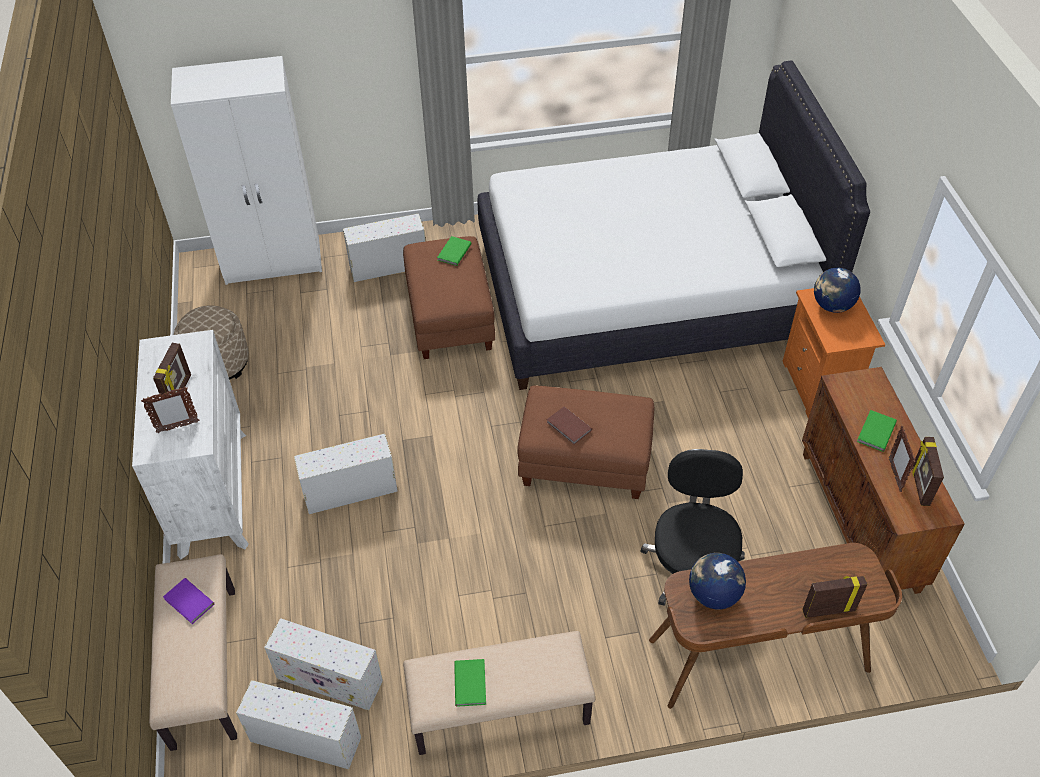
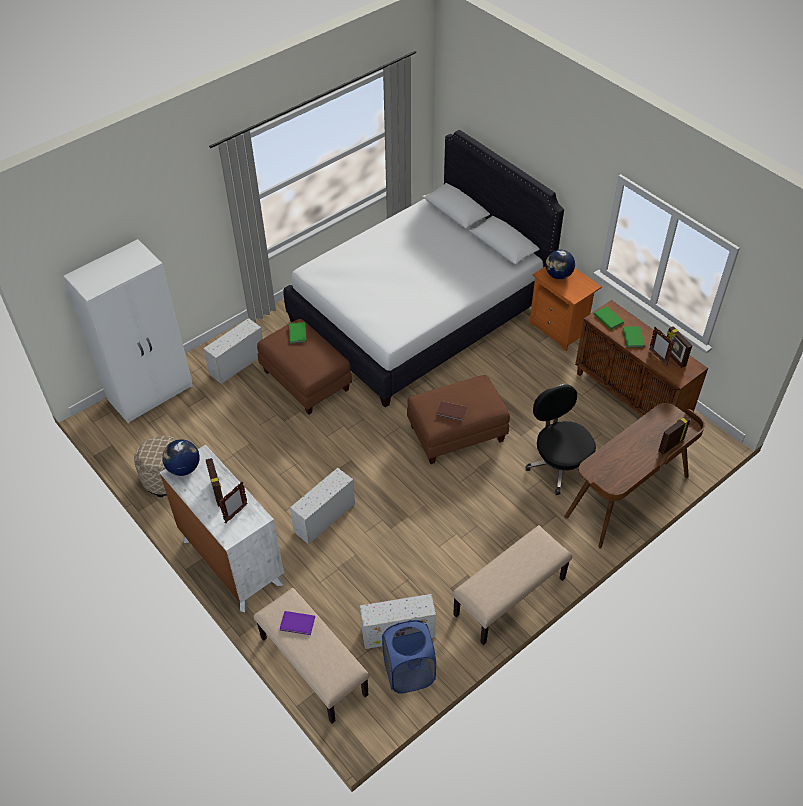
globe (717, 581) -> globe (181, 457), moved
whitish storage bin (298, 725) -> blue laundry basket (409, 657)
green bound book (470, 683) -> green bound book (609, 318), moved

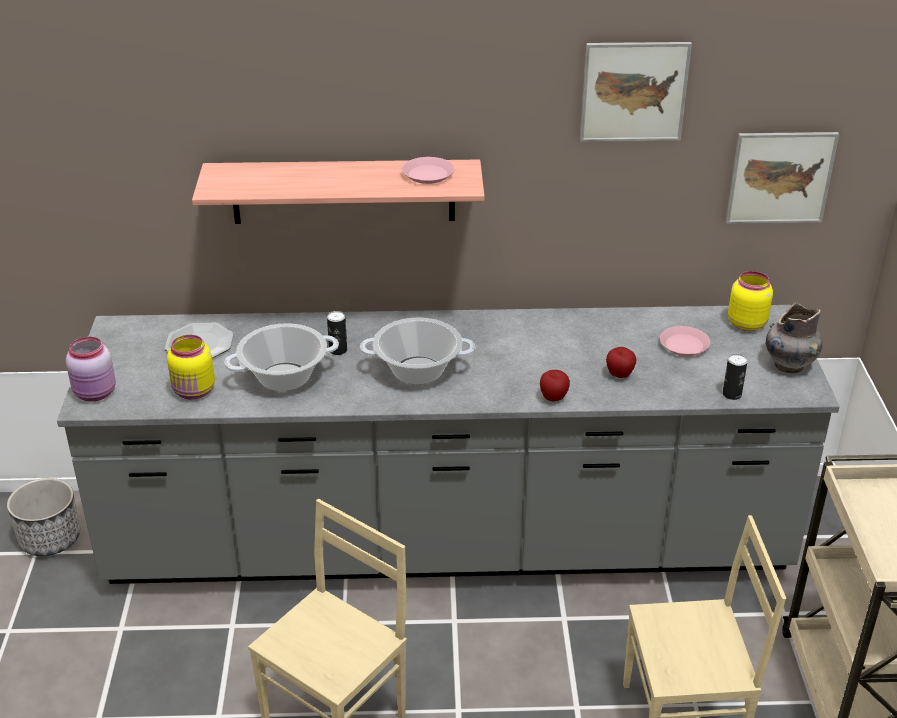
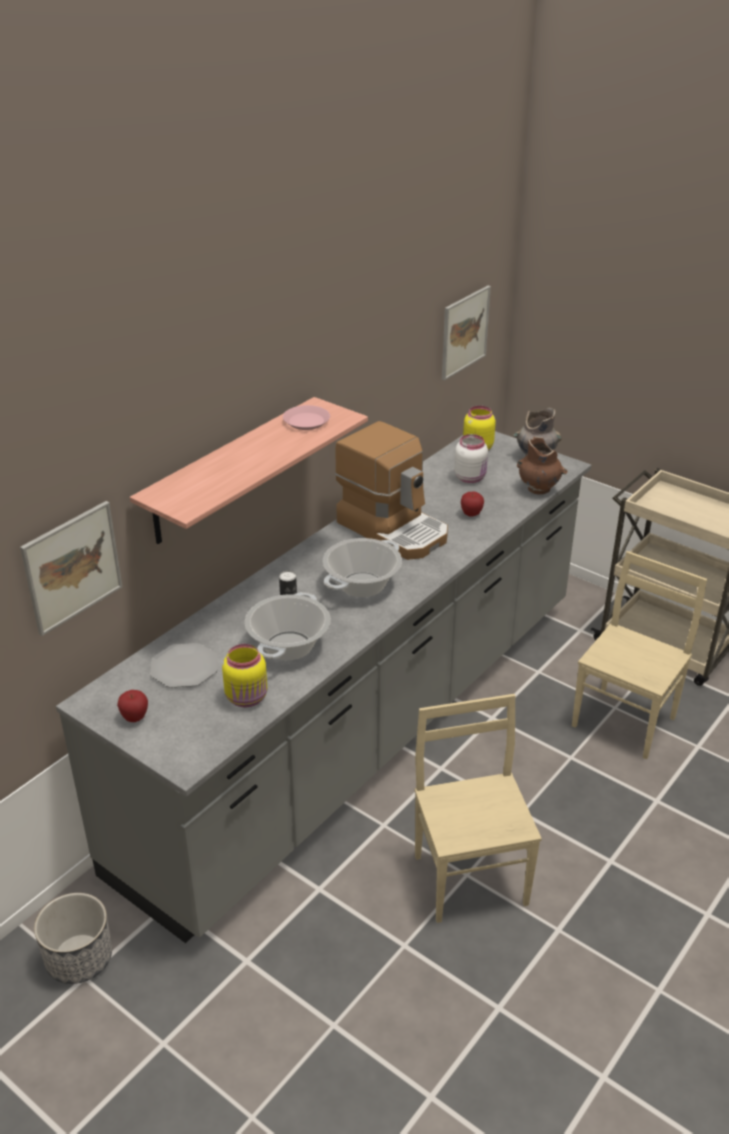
picture (636, 92) -> picture (71, 568), moved
apple (555, 385) -> apple (132, 706), moved
none -> coffee machine (391, 490)
pink-coloured flat dish (685, 341) -> whitish preserve jar (471, 458)
metal can (735, 377) -> brown vase (542, 465)
pink-coloured preserve jar (91, 369) -> none

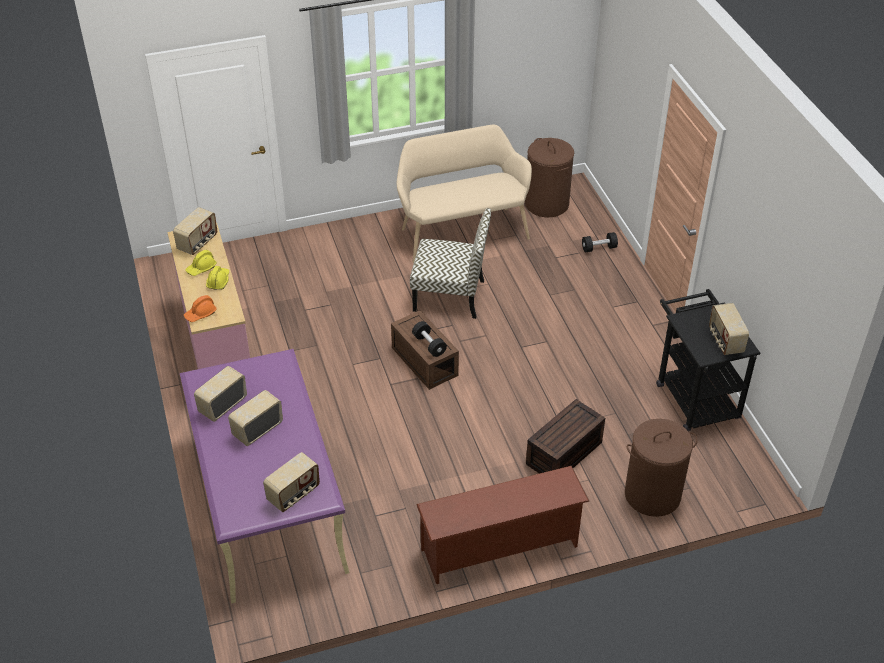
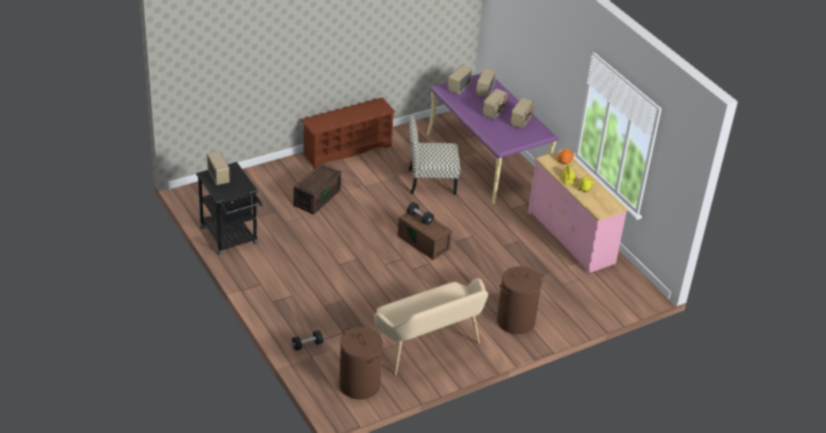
upright chair (450, 263) -> upright chair (434, 155), moved
radio set (195, 231) -> radio set (486, 83), moved
brown laundry basket (661, 468) -> brown laundry basket (520, 300), moved

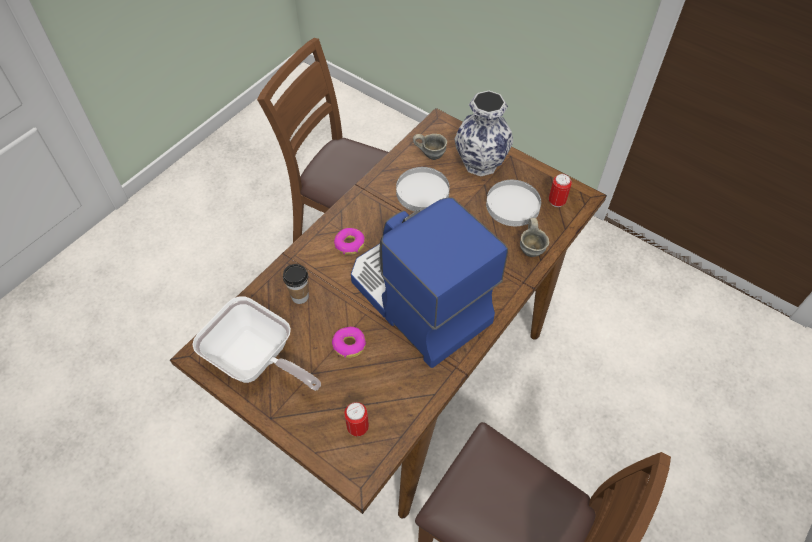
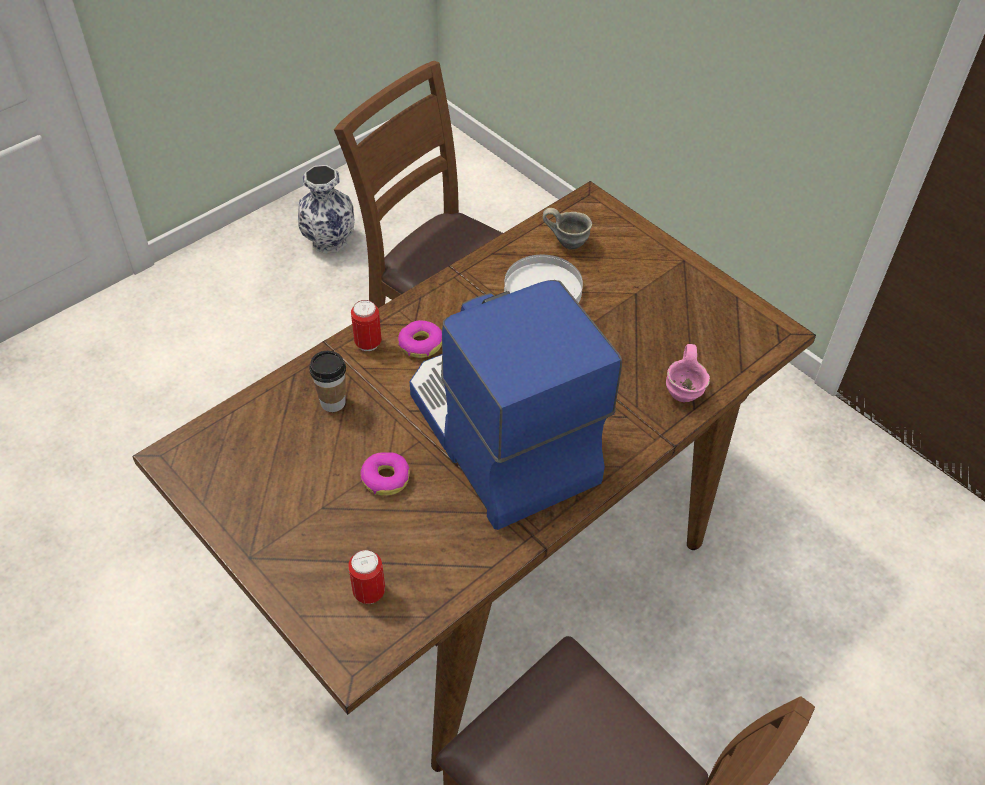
vase (483, 134) -> vase (326, 209), moved
metal can (560, 190) -> metal can (366, 325), moved
greyish tea mug (534, 237) -> pink-coloured tea mug (688, 373)
pan (256, 343) -> none
whitish flat dish (513, 203) -> none

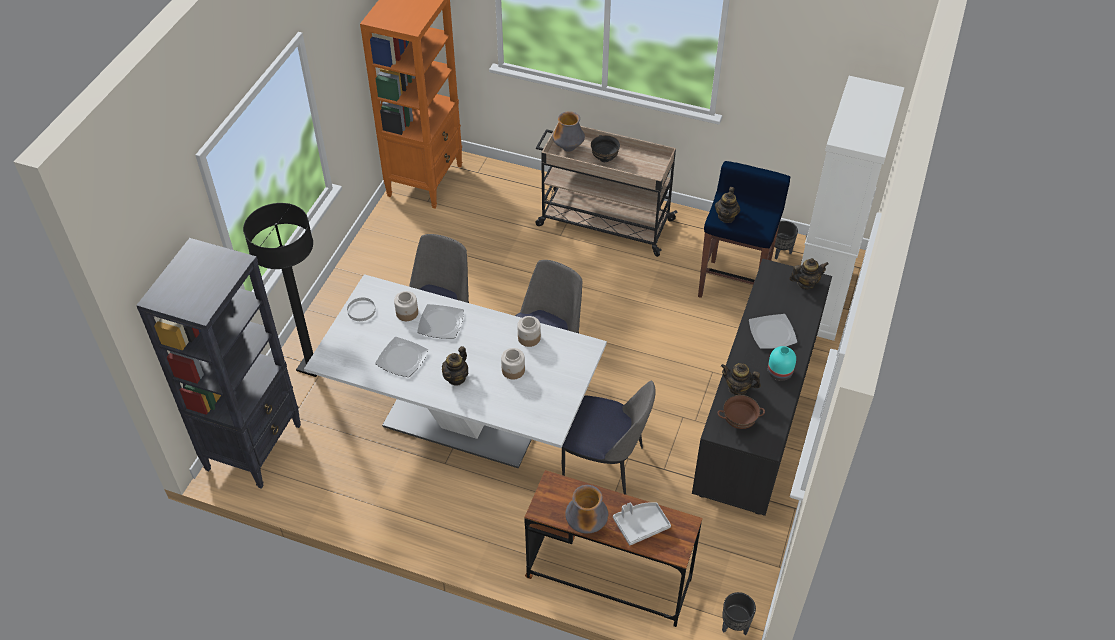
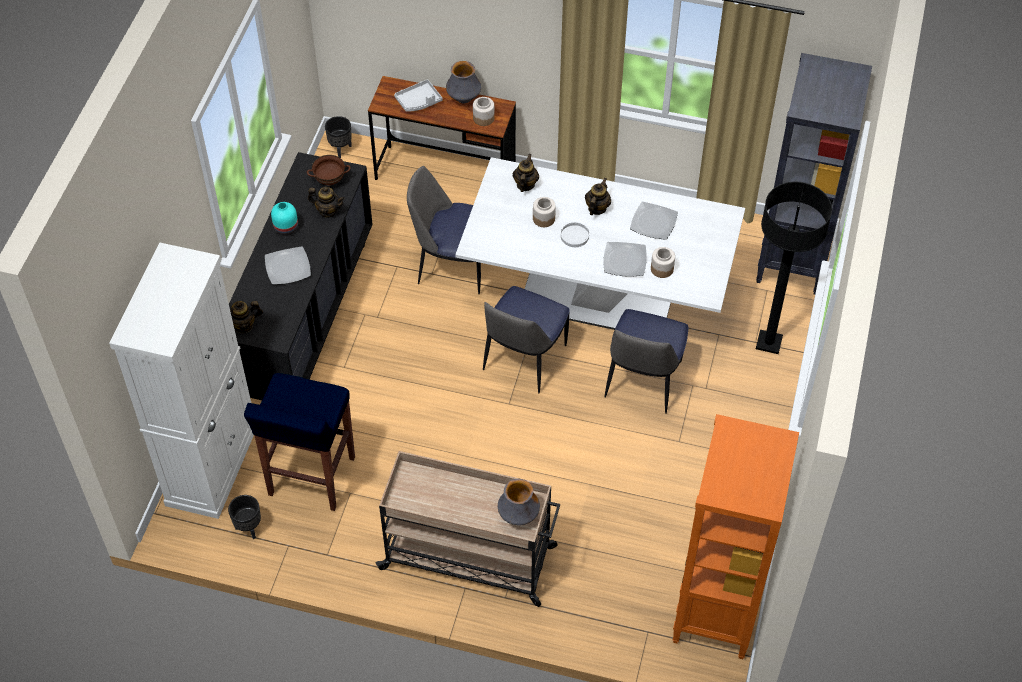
preserve jar (529, 331) -> preserve jar (484, 111), moved
tea pot (727, 205) -> tea pot (526, 173), moved
whitish flat dish (361, 309) -> whitish flat dish (575, 235), moved
black-coloured serving bowl (605, 148) -> none

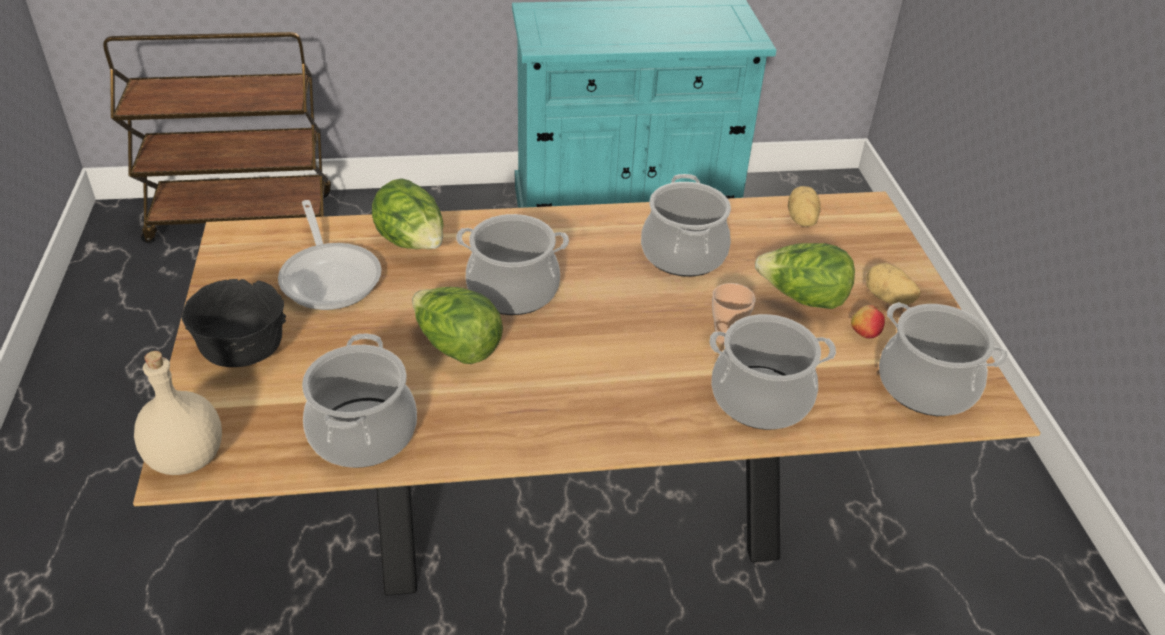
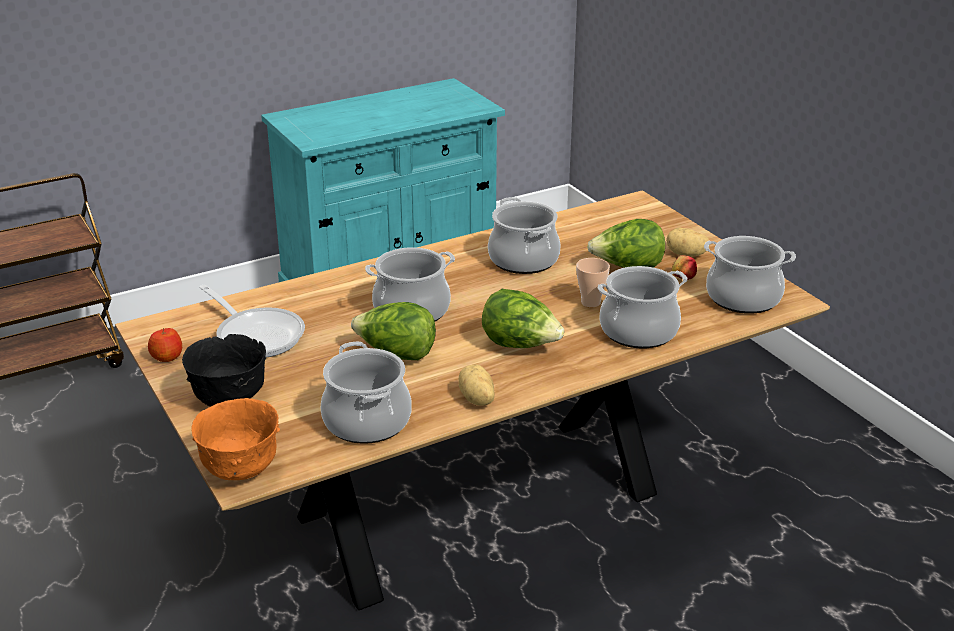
none -> apple (165, 345)
sand-coloured drink bottle (178, 413) -> orange serving bowl (235, 439)
whole potato (804, 206) -> whole potato (477, 385), moved
head of lettuce (408, 213) -> head of lettuce (523, 318), moved

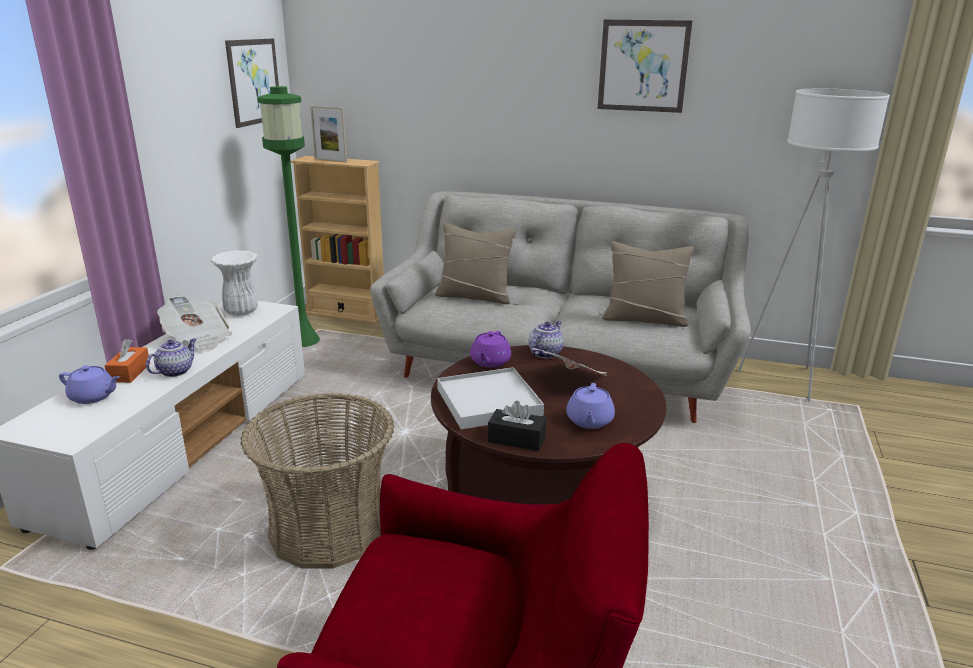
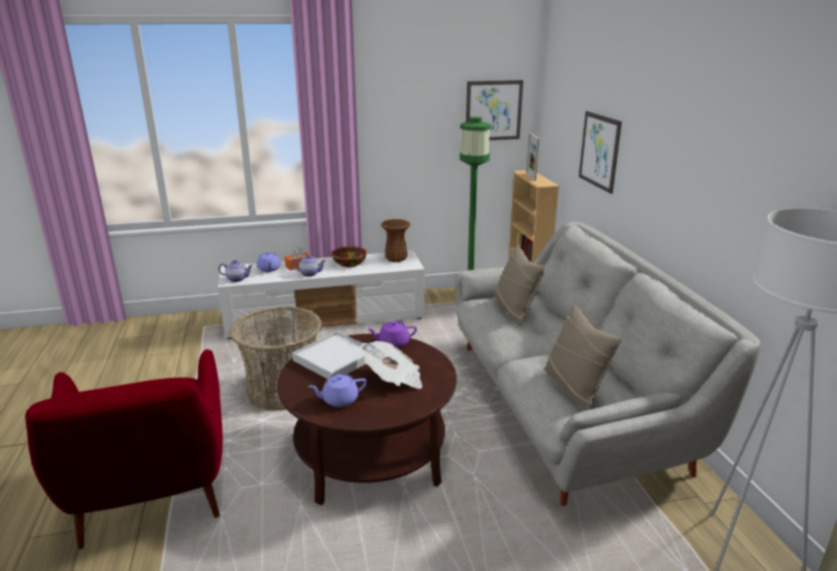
tea pot (546, 340) -> tea pot (236, 271), moved
daily paper (195, 323) -> serving bowl (349, 256)
whitish vase (234, 283) -> brown vase (395, 240)
picture (645, 66) -> picture (600, 152), moved
black-coloured tissue holder (517, 426) -> none

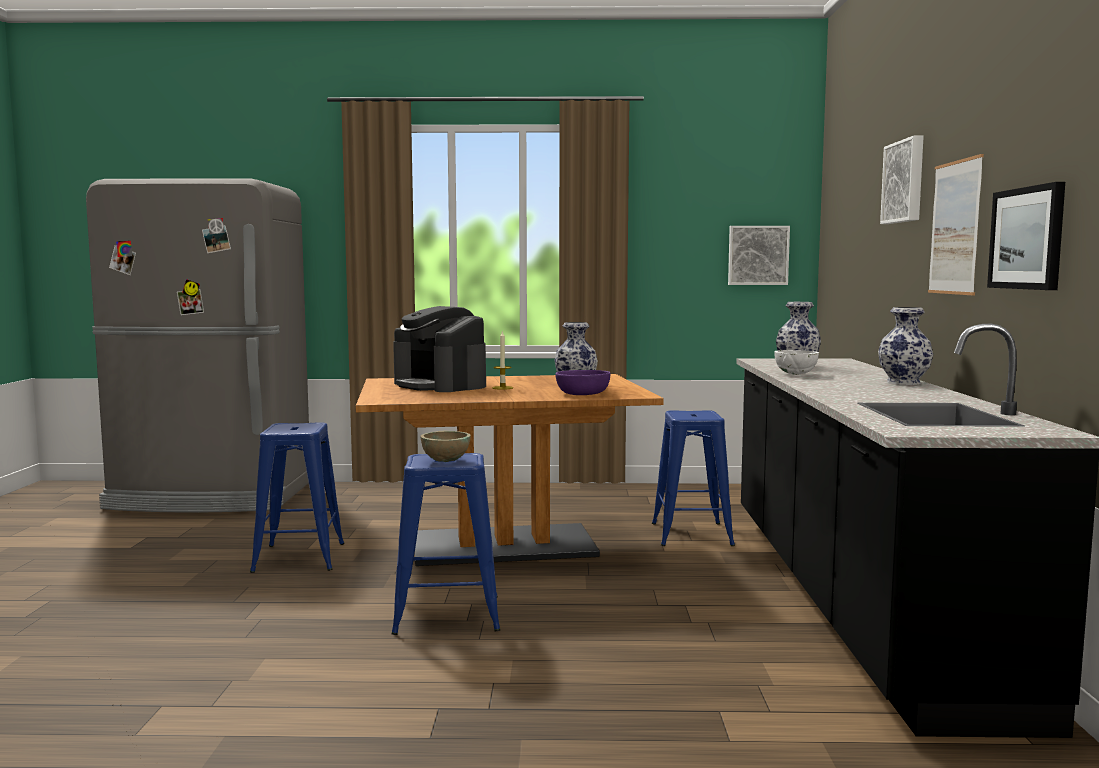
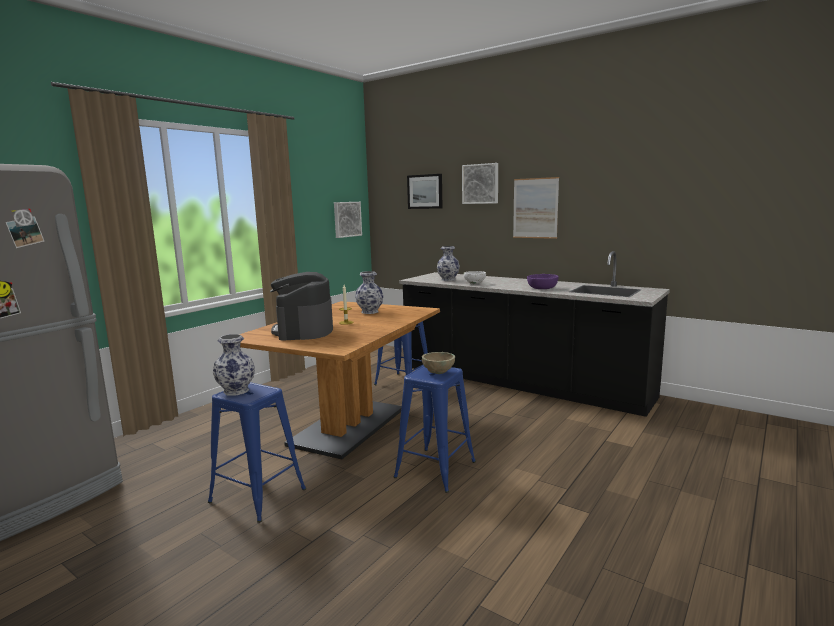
vase (905, 346) -> vase (234, 364), moved
coffee machine (439, 349) -> coffee machine (301, 306), 90 degrees clockwise
picture (1026, 236) -> picture (424, 191), moved
purple serving bowl (583, 382) -> purple serving bowl (543, 281), moved

